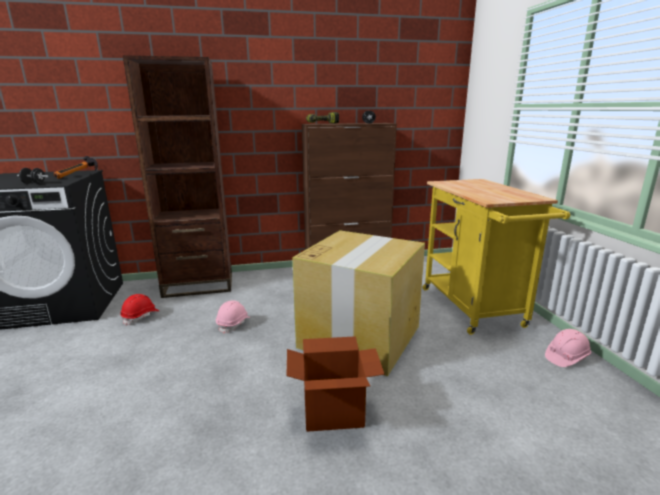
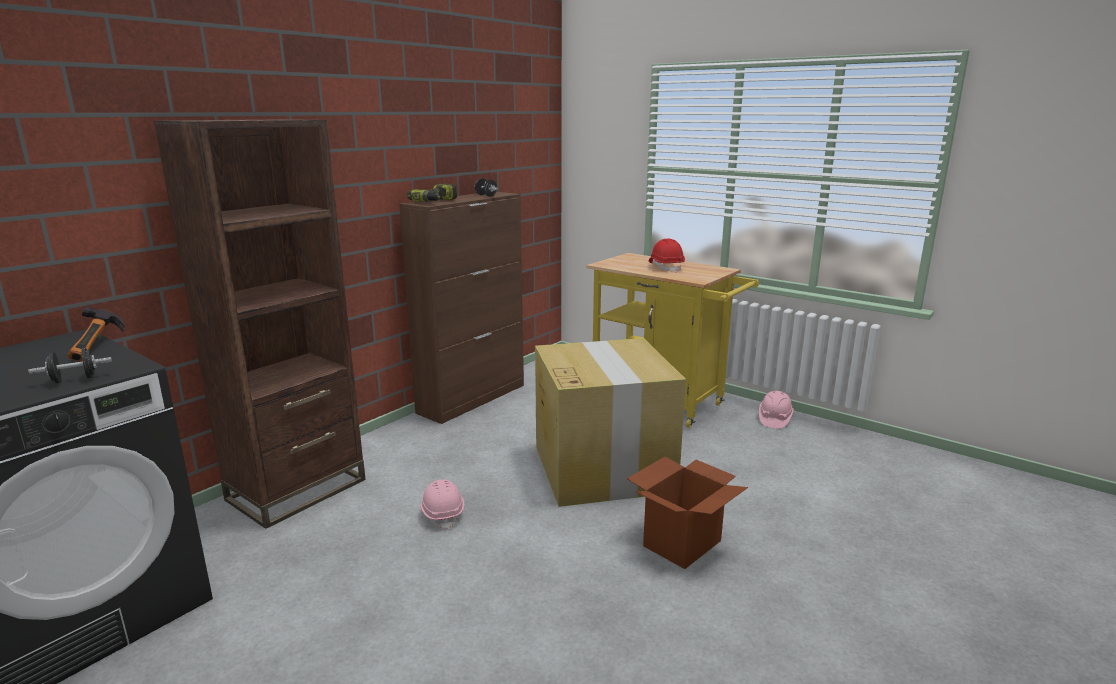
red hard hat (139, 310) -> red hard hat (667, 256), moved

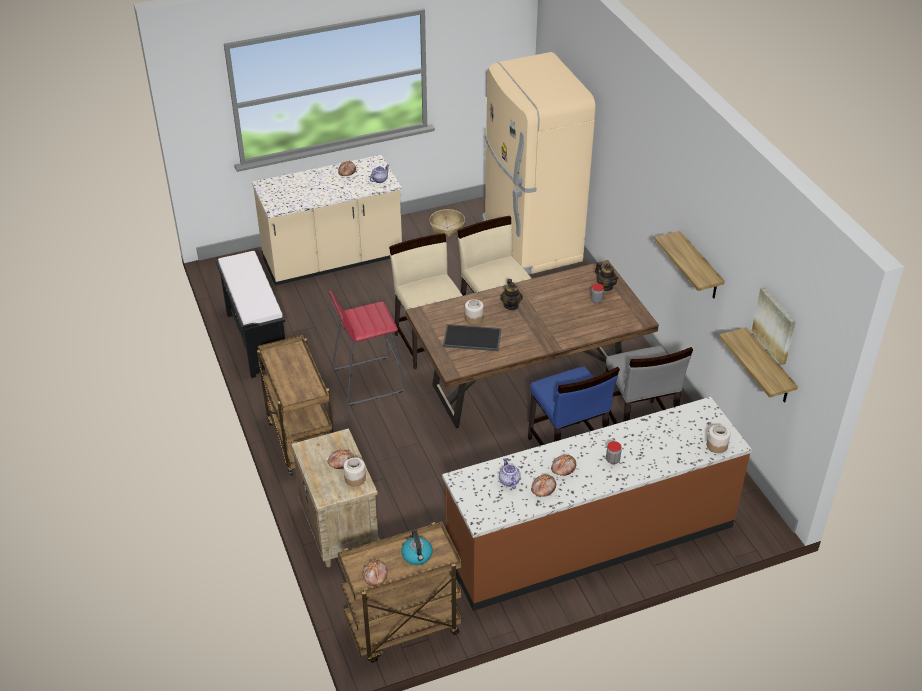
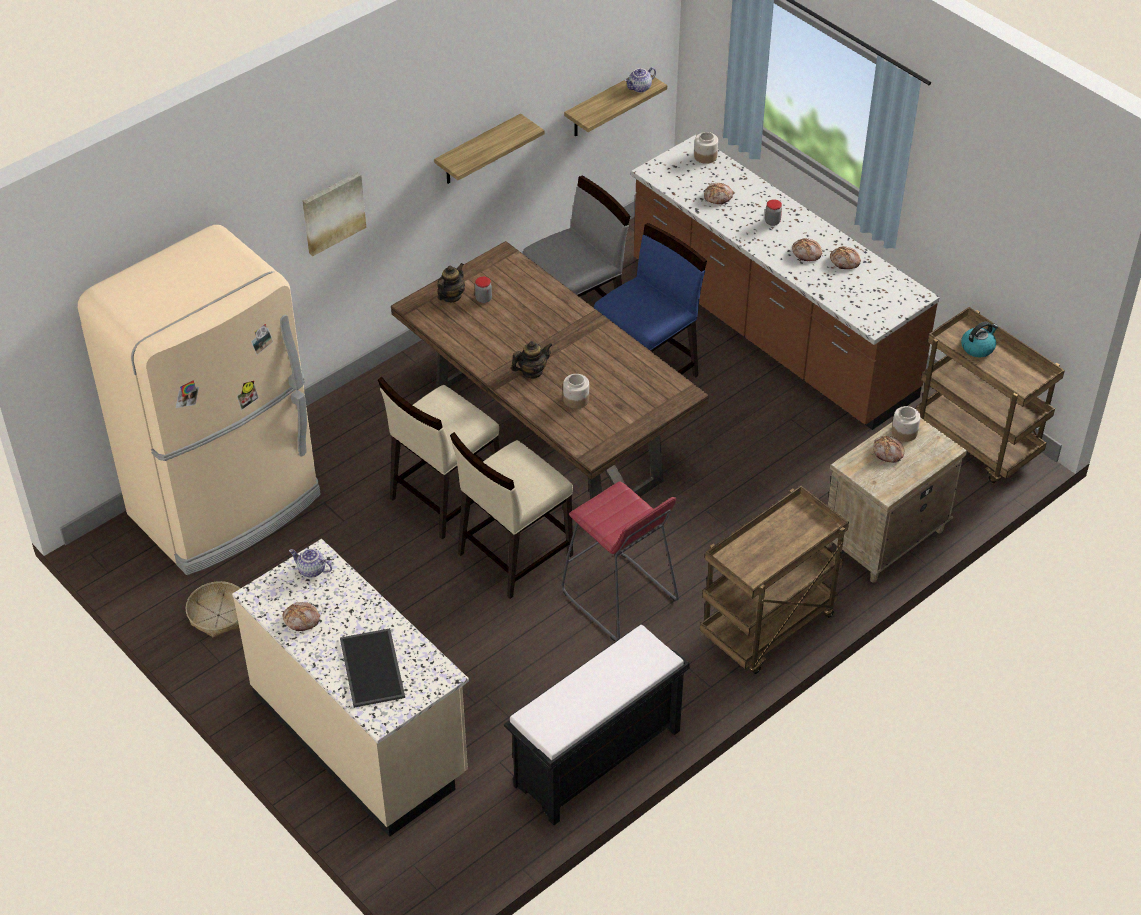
picture (774, 326) -> picture (334, 214), moved
carrying tray (472, 337) -> carrying tray (372, 668), moved
tea pot (510, 473) -> tea pot (640, 80), moved
bakery bread (375, 573) -> bakery bread (718, 193), moved

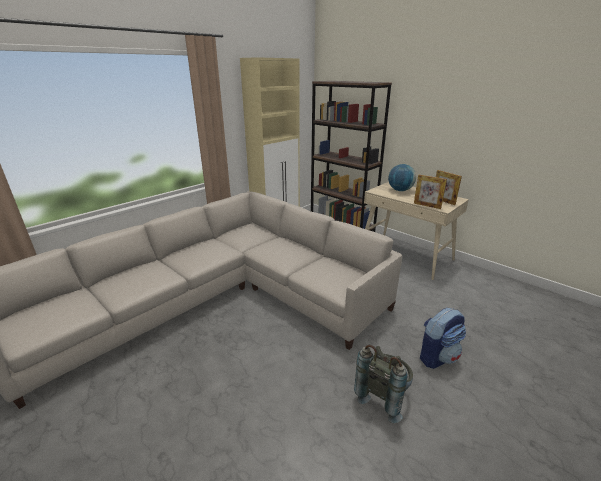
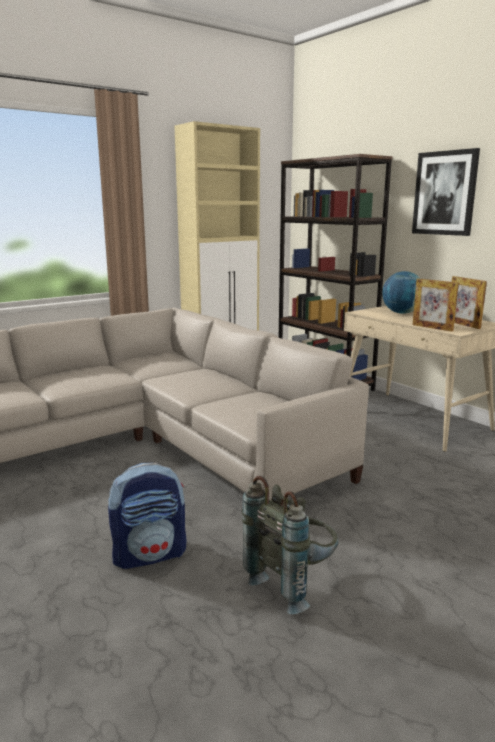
rucksack (443, 338) -> rucksack (147, 516), moved
none -> picture (446, 192)

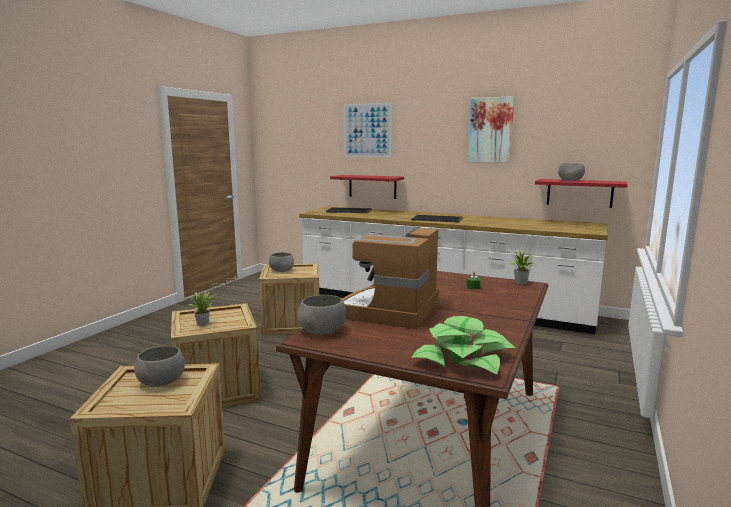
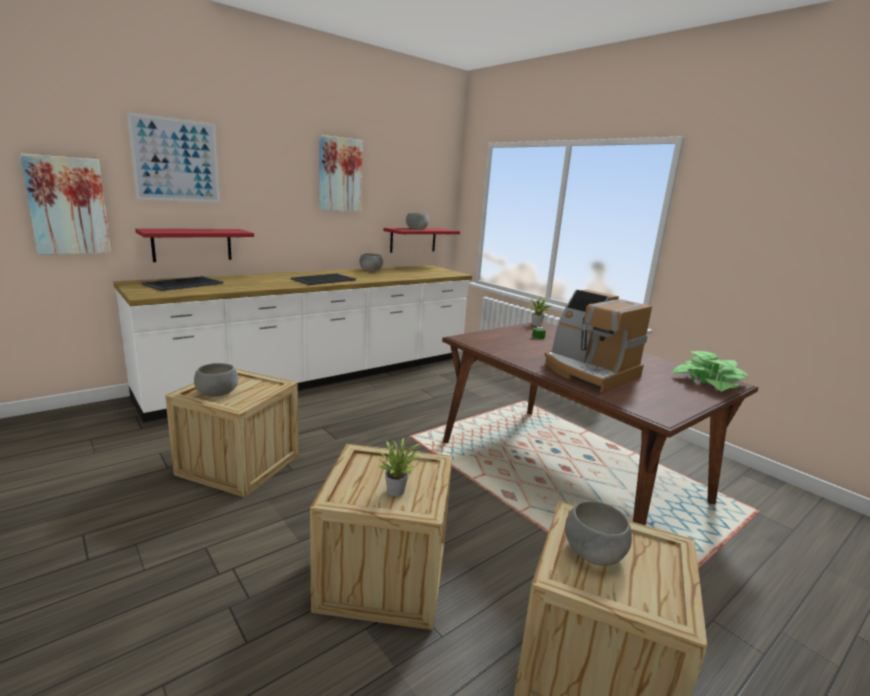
none -> picture (65, 204)
greyish serving bowl (322, 315) -> greyish serving bowl (371, 262), moved

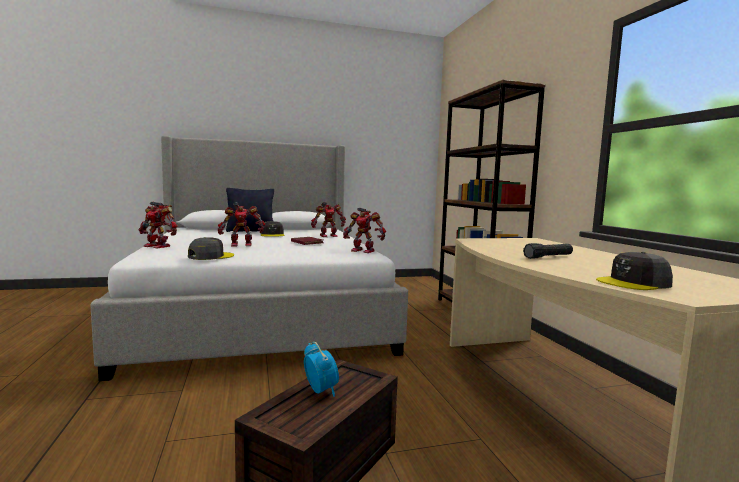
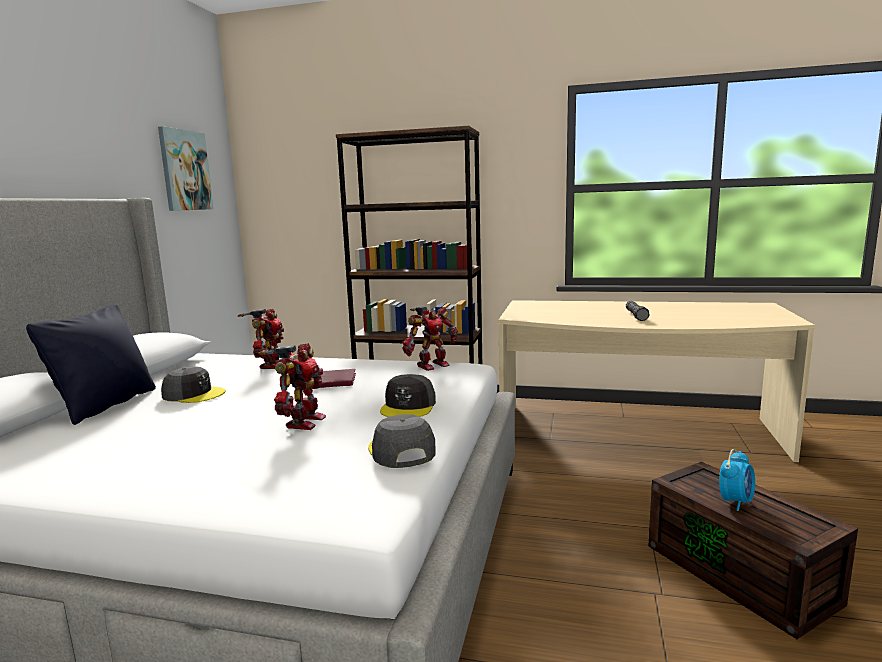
none -> picture (186, 168)
greyish cap (634, 271) -> greyish cap (408, 395), moved
bedside clock (321, 369) -> bedside clock (737, 480), 135 degrees clockwise
toy robot (158, 225) -> none

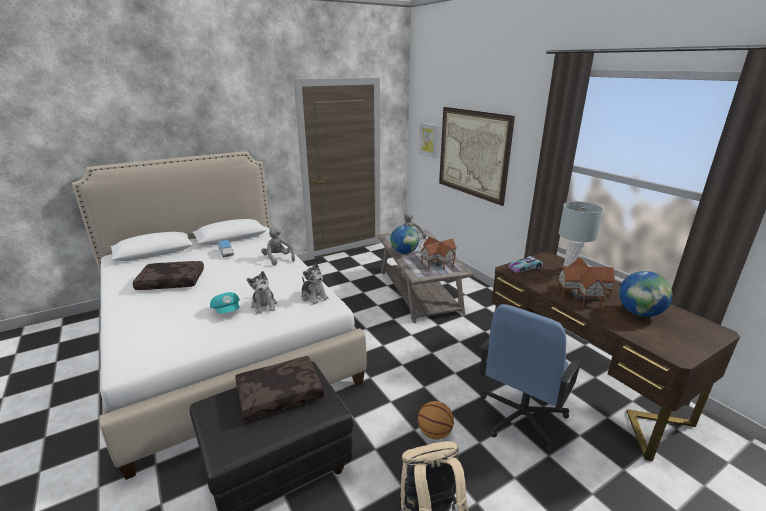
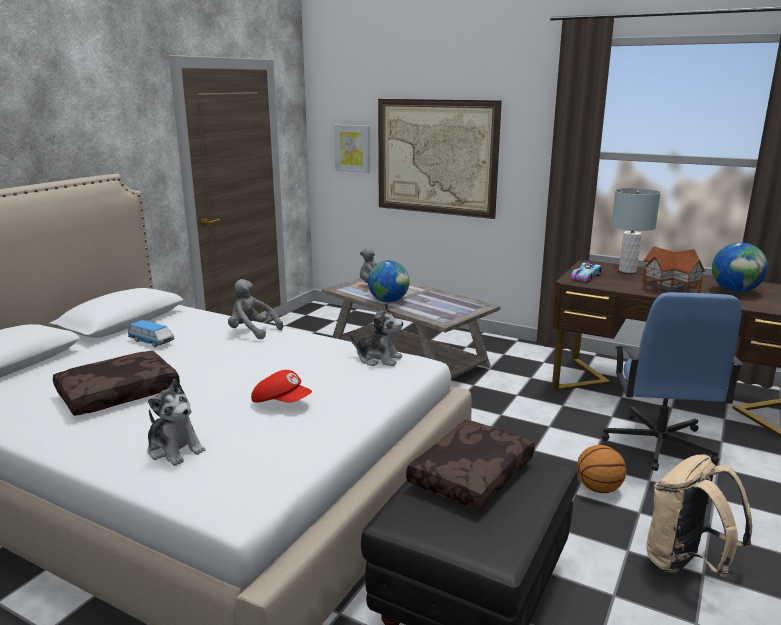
soft toy (262, 292) -> soft toy (177, 422), moved
turquoise-coloured cap (225, 303) -> red cap (281, 386)
miniature house (439, 253) -> none

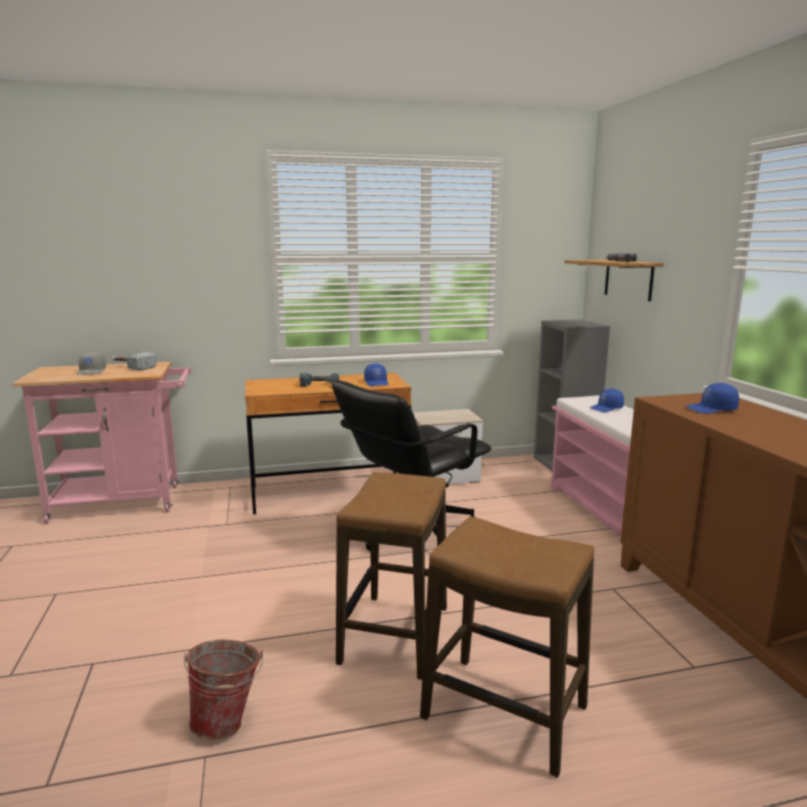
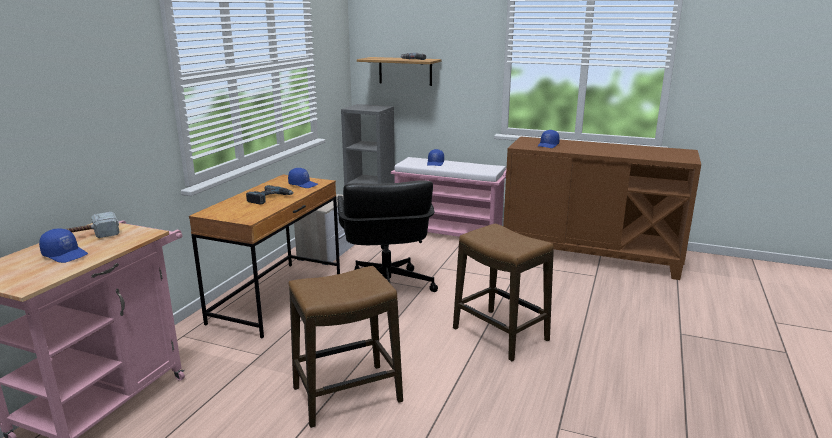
greyish cap (91, 363) -> blue cap (63, 245)
sitting stool (507, 647) -> sitting stool (346, 347), moved
water bucket (223, 689) -> none

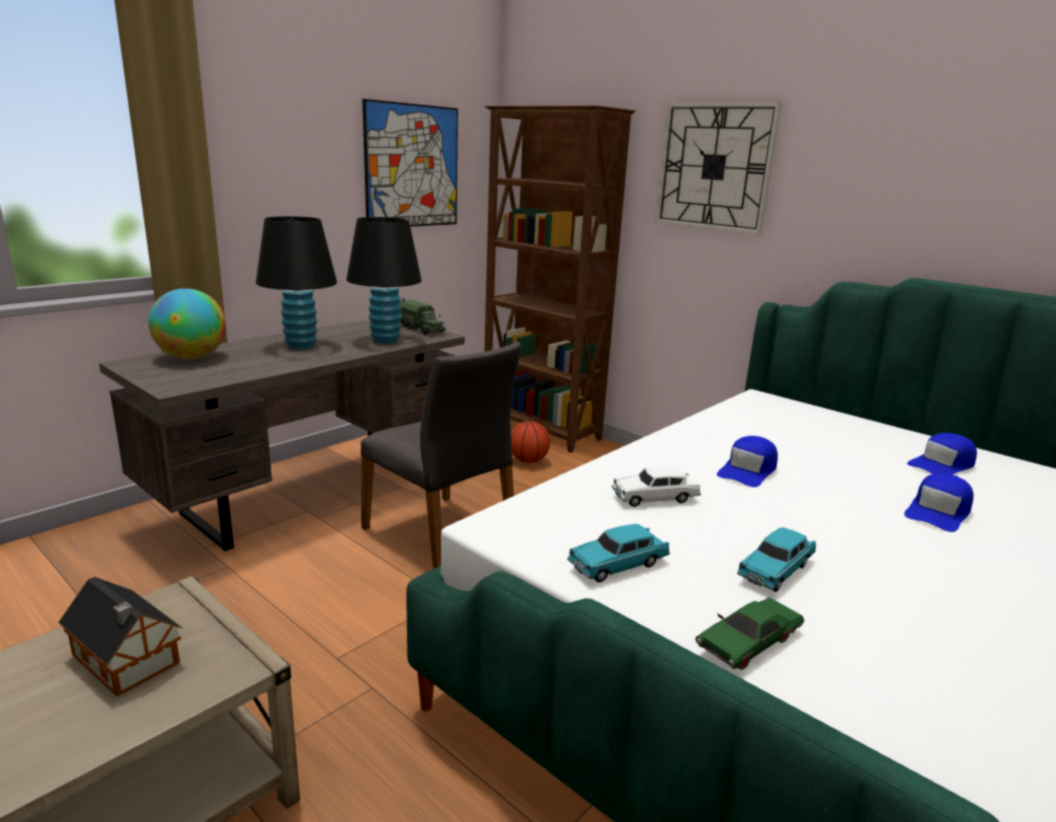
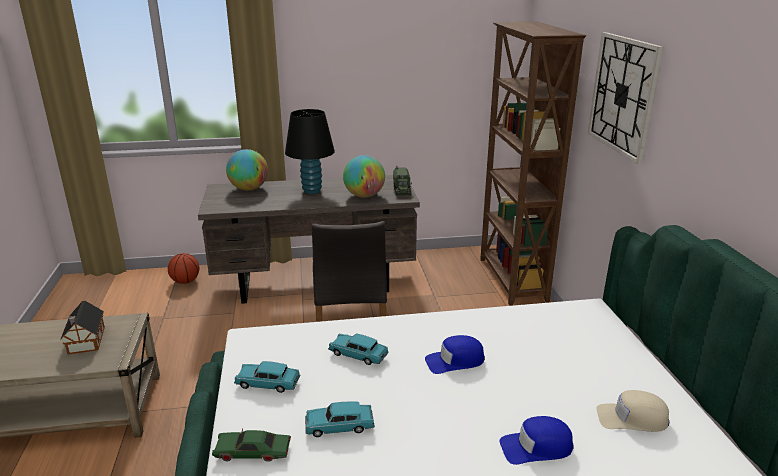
basketball (530, 442) -> basketball (183, 268), moved
whitish model car (656, 487) -> turquoise-coloured model car (358, 349)
black-coloured tabletop lamp (384, 280) -> globe (364, 176)
blue cap (942, 454) -> sand-coloured cap (633, 411)
picture (410, 163) -> none

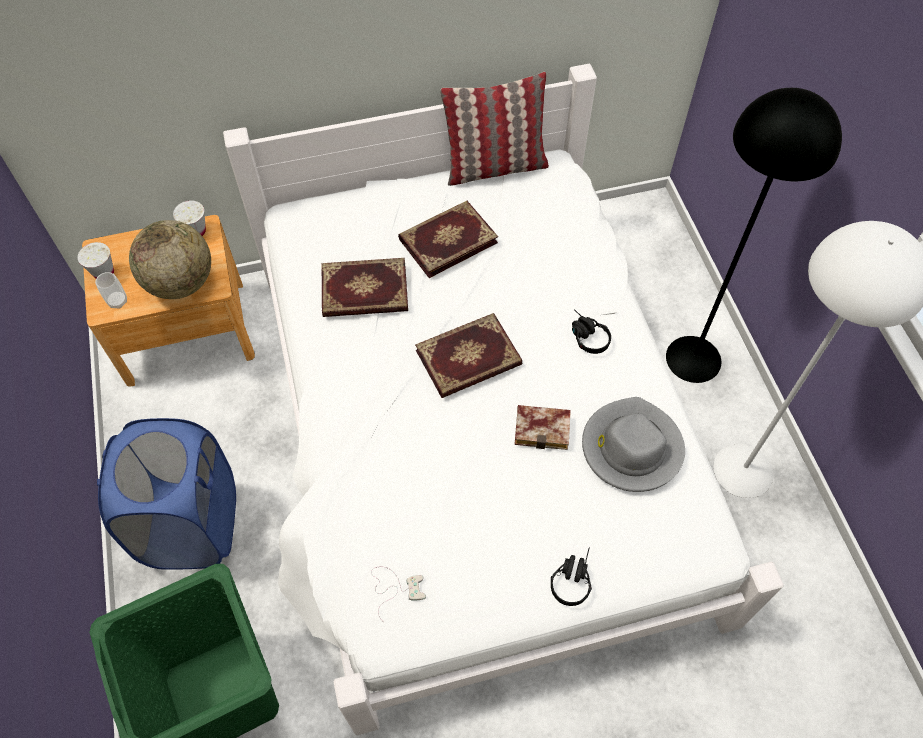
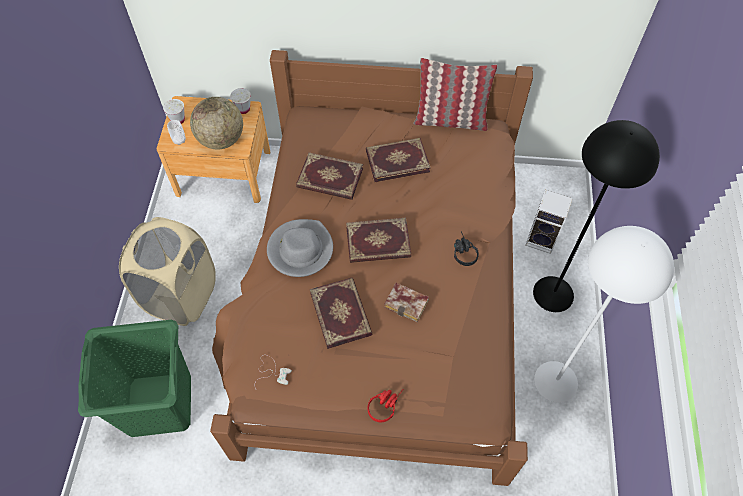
blue laundry basket (166, 494) -> sand-coloured laundry basket (167, 271)
whitish bedroom bed (503, 399) -> brown bedroom bed (371, 268)
greyish hat (633, 444) -> greyish hat (300, 248), moved
none -> bound book (341, 313)
black-coloured pair of headphones (571, 577) -> red pair of headphones (385, 406)
none -> speaker (549, 222)

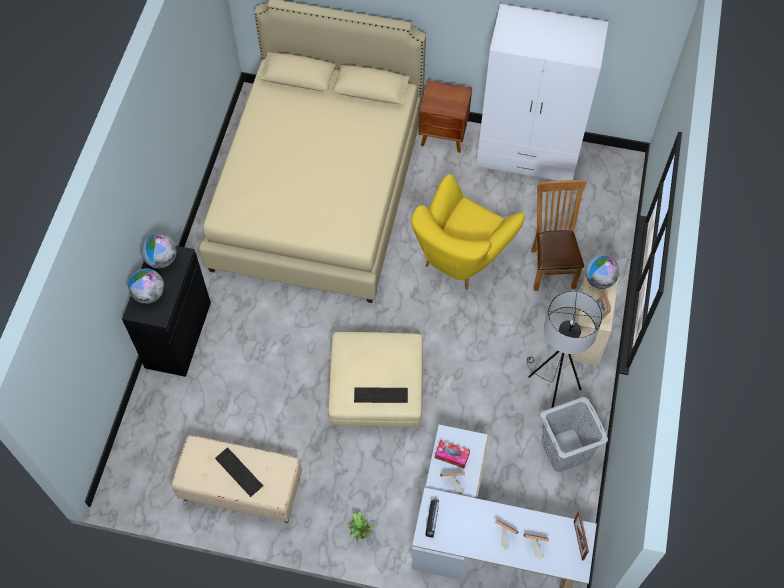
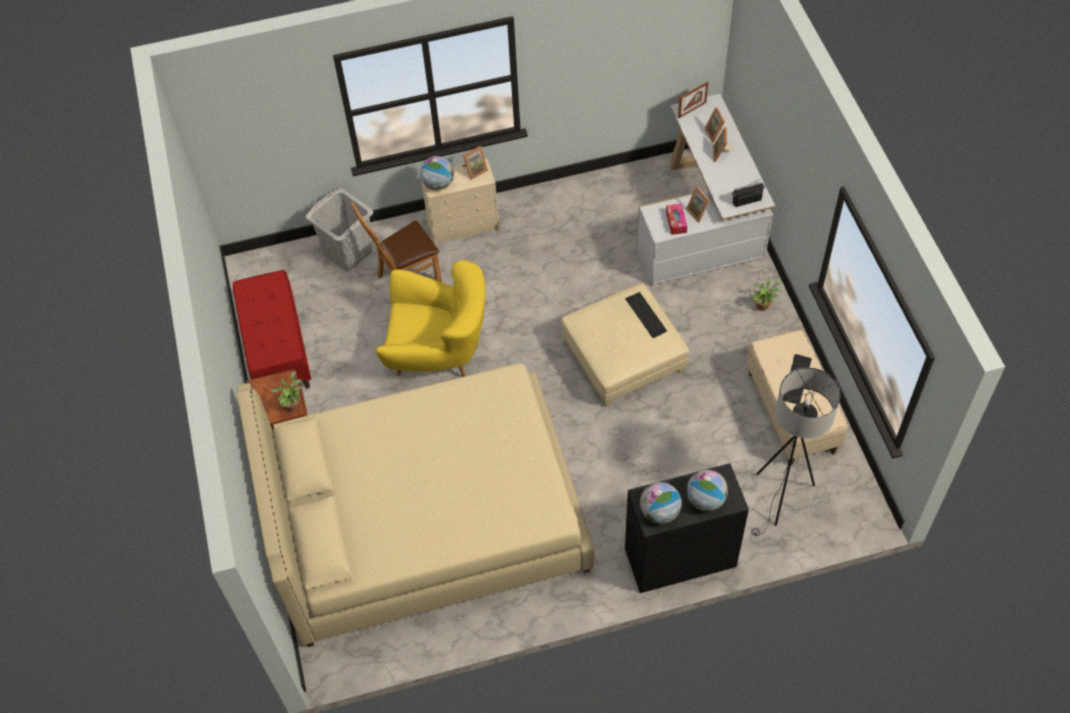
whitish wardrobe (542, 92) -> red long seat (272, 329)
none -> houseplant (286, 392)
greyish laundry basket (574, 434) -> greyish laundry basket (339, 229), moved
greyish standing lamp (564, 349) -> greyish standing lamp (796, 451), moved

